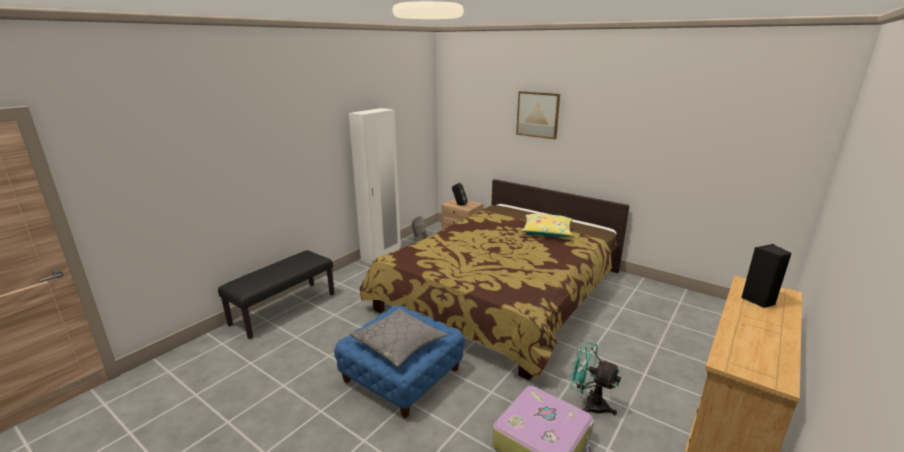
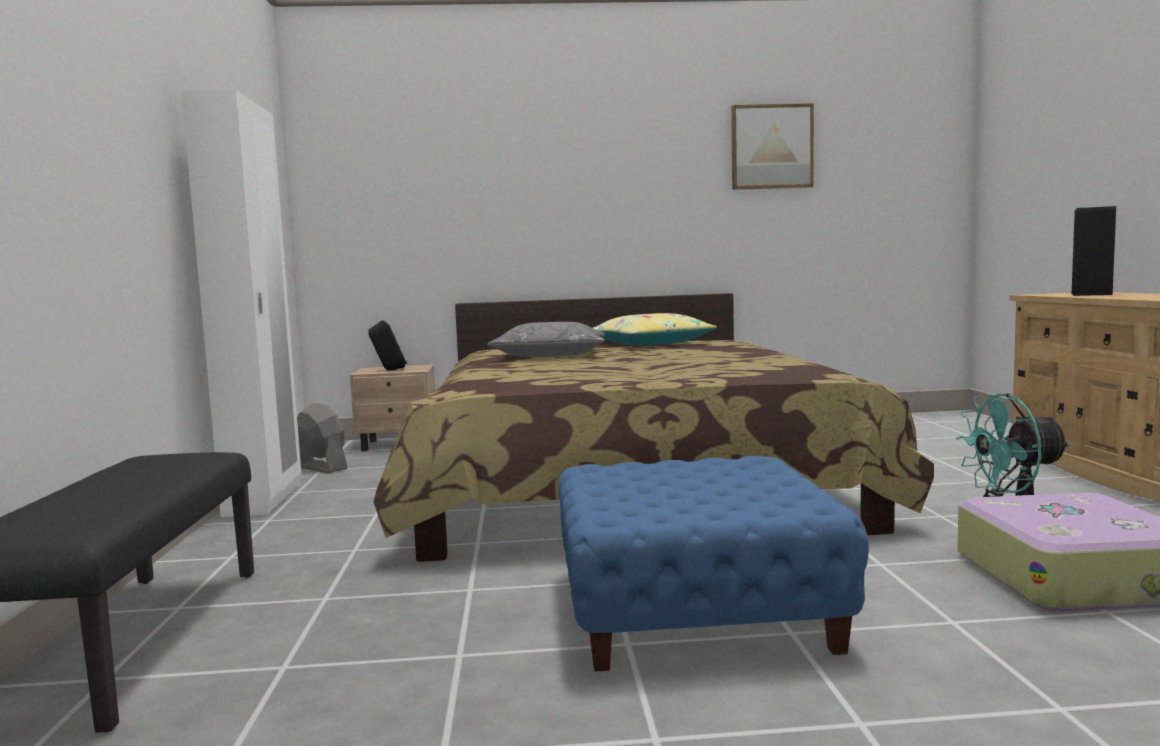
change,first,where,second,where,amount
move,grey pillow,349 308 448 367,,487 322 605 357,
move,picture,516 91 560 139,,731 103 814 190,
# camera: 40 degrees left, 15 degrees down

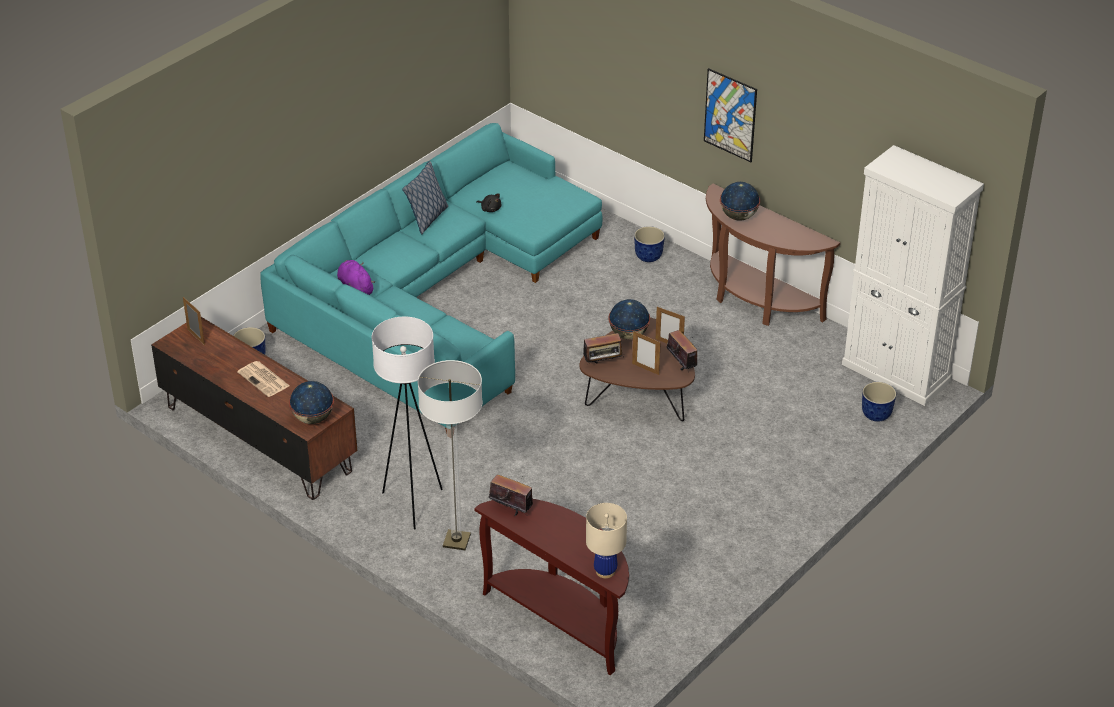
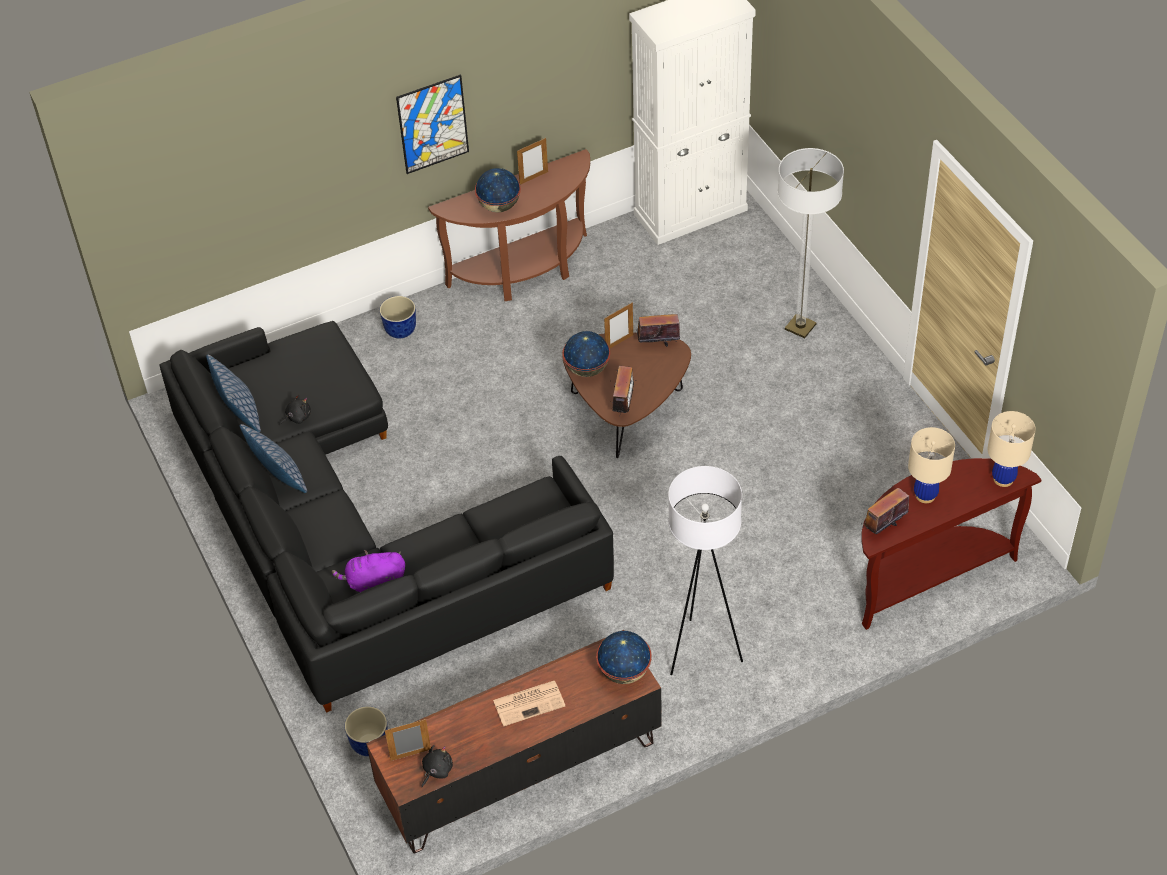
change,first,where,second,where,amount
recolor,turquoise sofa,260 123 602 434,black sofa,159 321 614 713,
insert,,,pillow,206 355 261 432,
insert,,,black plush toy,421 745 453 787,
move,picture frame,632 331 661 375,,517 138 548 185,
move,floor lamp,418 360 483 550,,777 148 844 338,
insert,,,beige table lamp,908 427 955 503,
delete,planter,862 382 896 422,,,
# camera: 65 degrees left, 10 degrees up

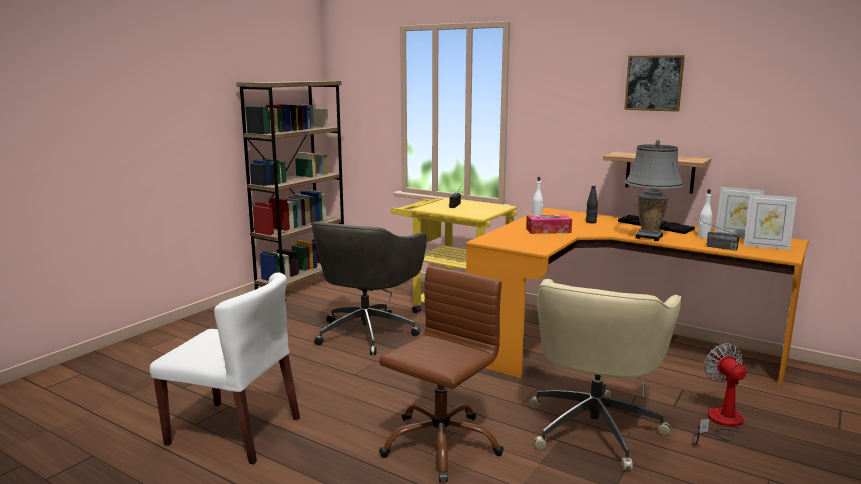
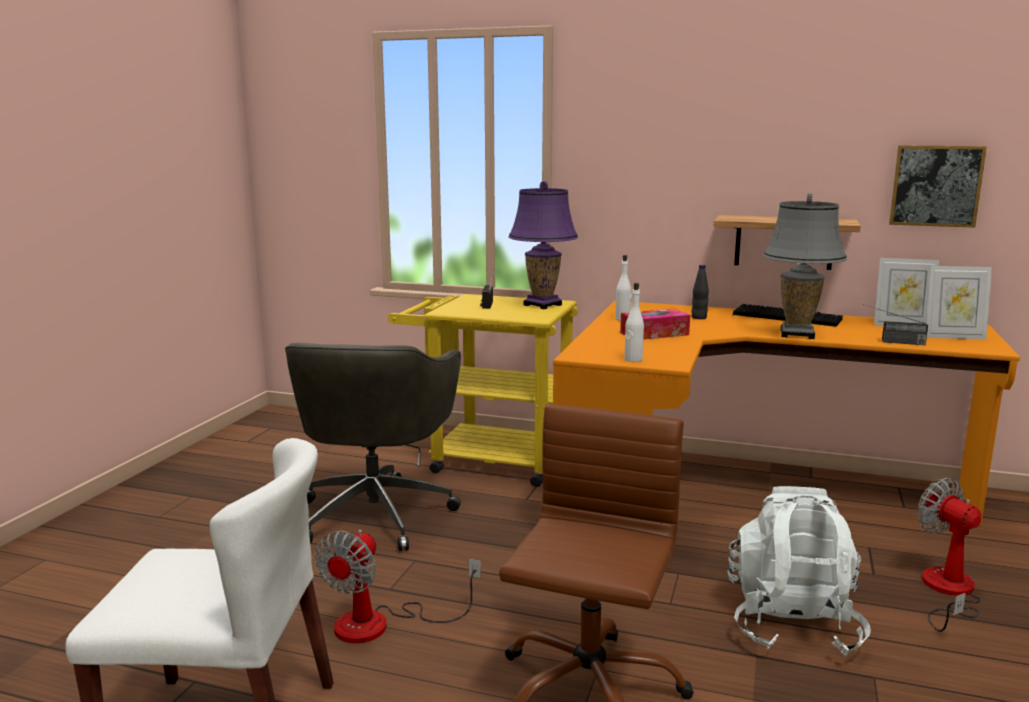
change,first,where,second,where,amount
insert,,,fan,315 530 481 643,
insert,,,purple table lamp,509 181 578 309,
move,white bottle,698 189 712 239,,624 283 644 362,
replace,beige office chair,529 279 682 471,white backpack,728 486 871 657,
move,picture,624 55 685 112,,889 146 987 228,
delete,brown bookcase,236 81 344 301,,,
# camera: 15 degrees left, 0 degrees up

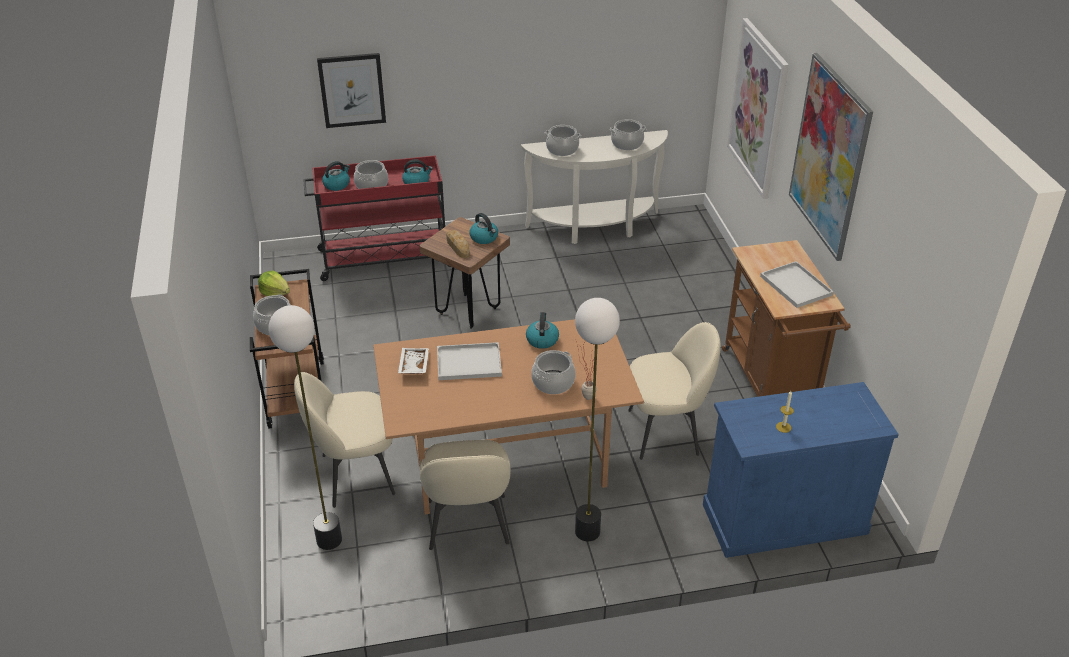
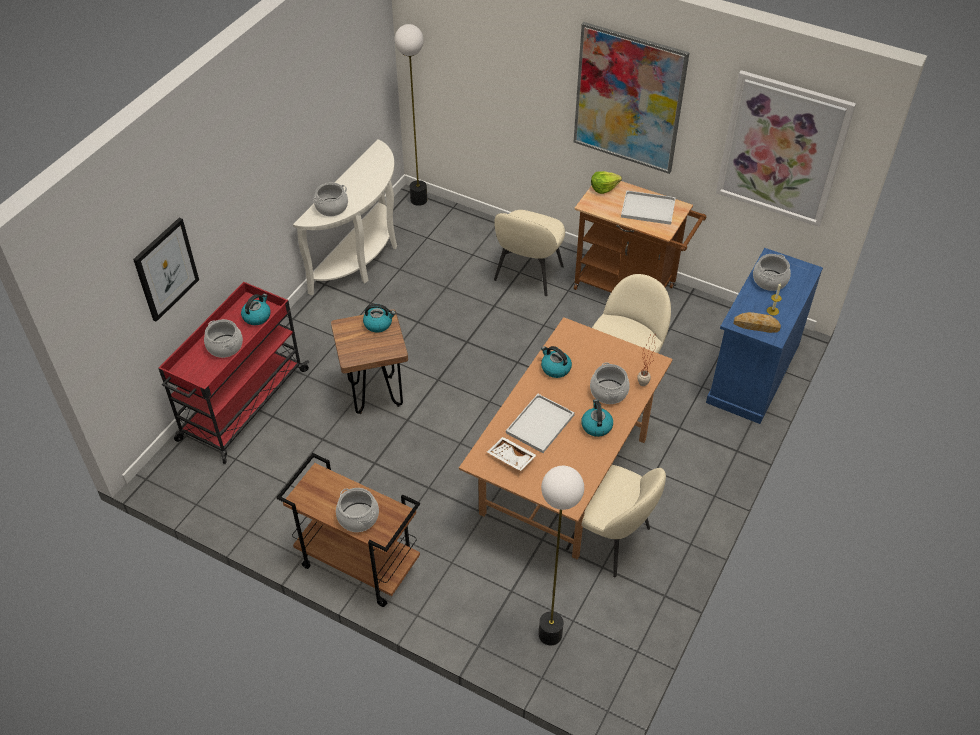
change,first,where,second,where,amount
move,floor lamp,575 298 620 541,,395 24 427 206,
move,beige chair,294 372 395 508,,494 210 565 296,
move,kettle,322 161 350 191,,581 399 613 437,
move,lettuce,258 271 290 296,,591 171 622 194,
move,picture,727 18 789 199,,716 70 856 227,
move,bread,446 230 470 258,,734 312 781 333,
move,cooking pot,610 119 646 150,,753 254 791 291,
# camera: 50 degrees left, 10 degrees up

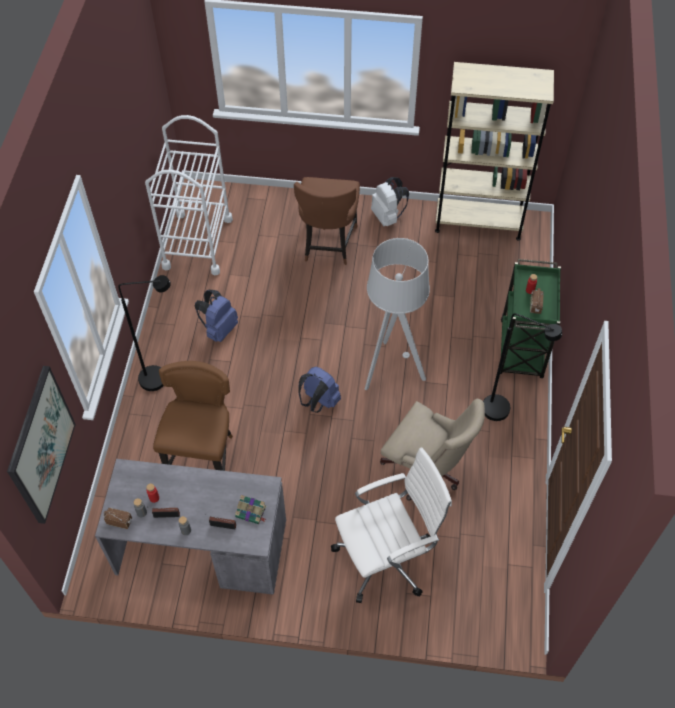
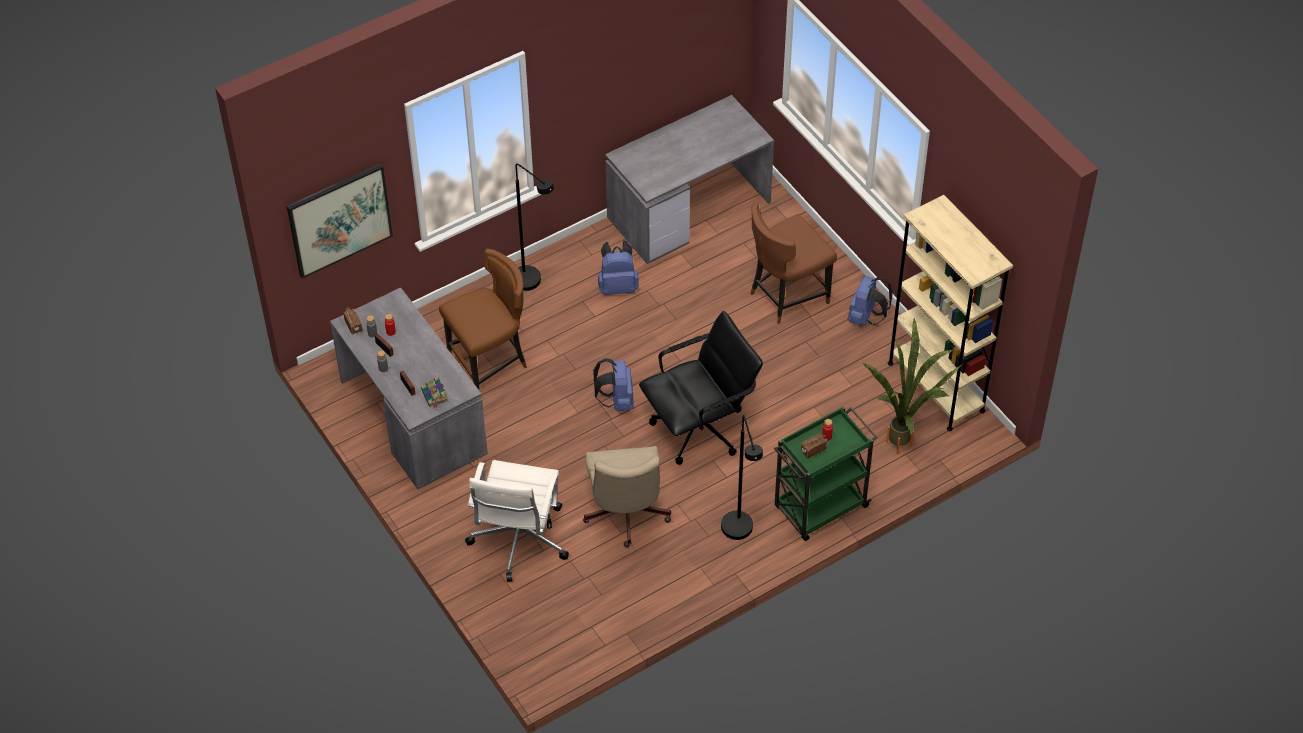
change,first,where,second,where,amount
rotate,white office chair,331 447 452 603,,465 460 569 582,75 degrees clockwise
replace,white cart,145 115 233 275,grey desk,605 95 774 264,
replace,grey floor lamp,365 238 430 390,black office chair,639 311 763 465,
recolor,white backpack,371 177 409 226,blue backpack,848 276 893 325,
insert,,,potted plant,862 317 964 454,
# camera: 50 degrees right, 5 degrees down

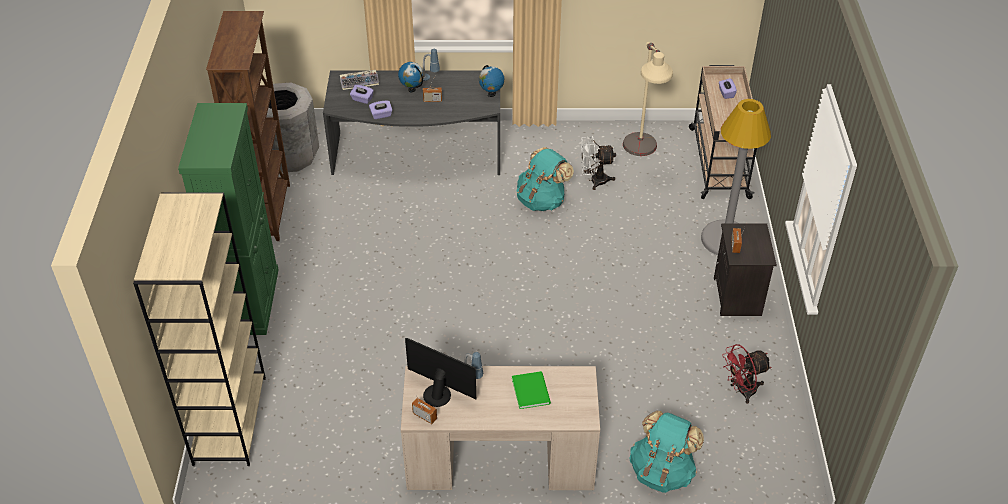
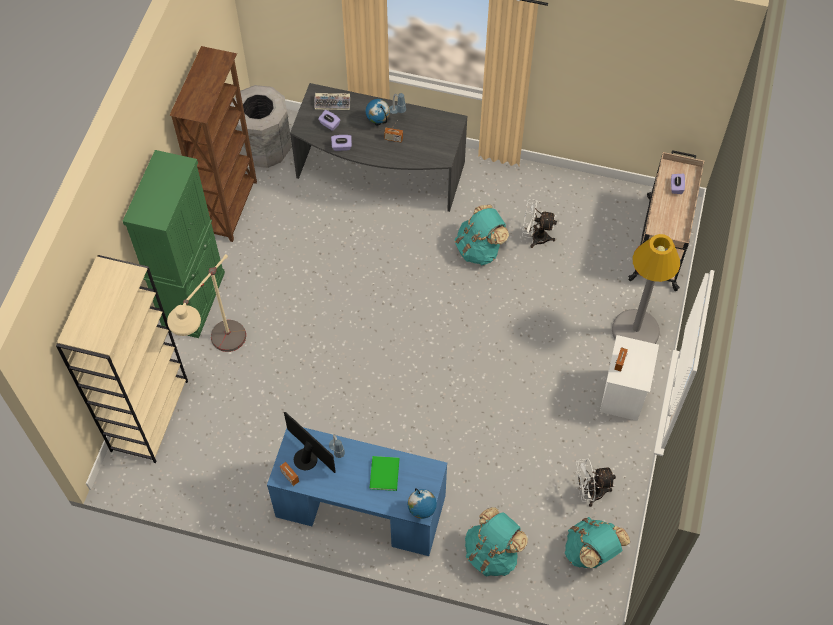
change,first,where,second,where,amount
move,beige floor lamp,623 42 673 156,,167 254 246 352,
recolor,beige desk,401 366 600 490,blue desk,267 427 447 556,
move,globe,479 65 504 97,,408 488 437 519,
insert,,,turquoise backpack,564 517 630 568,
recolor,red fan,722 344 771 404,white fan,576 458 616 507,
recolor,black nightstand,714 223 777 316,white nightstand,600 335 659 421,
# camera: 15 degrees right, 15 degrees up

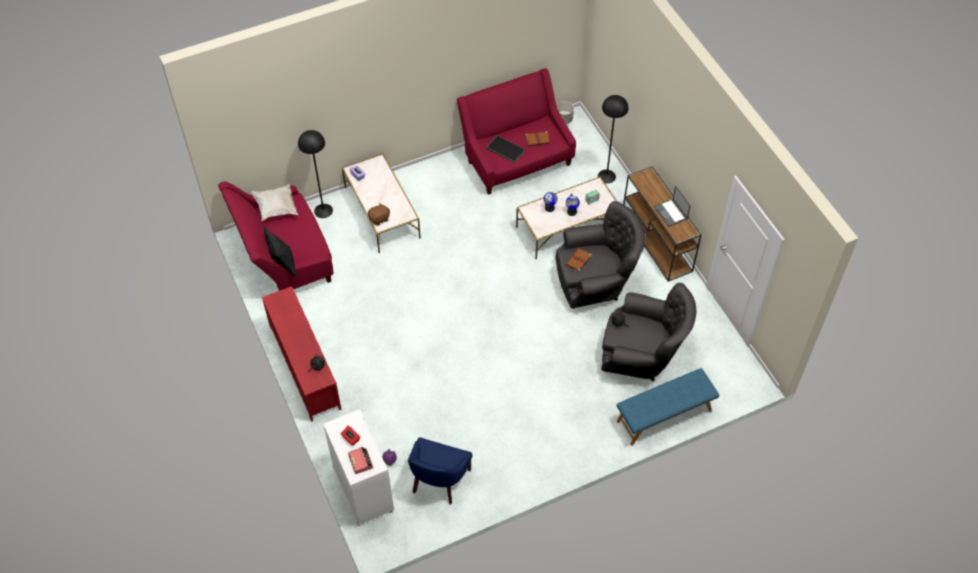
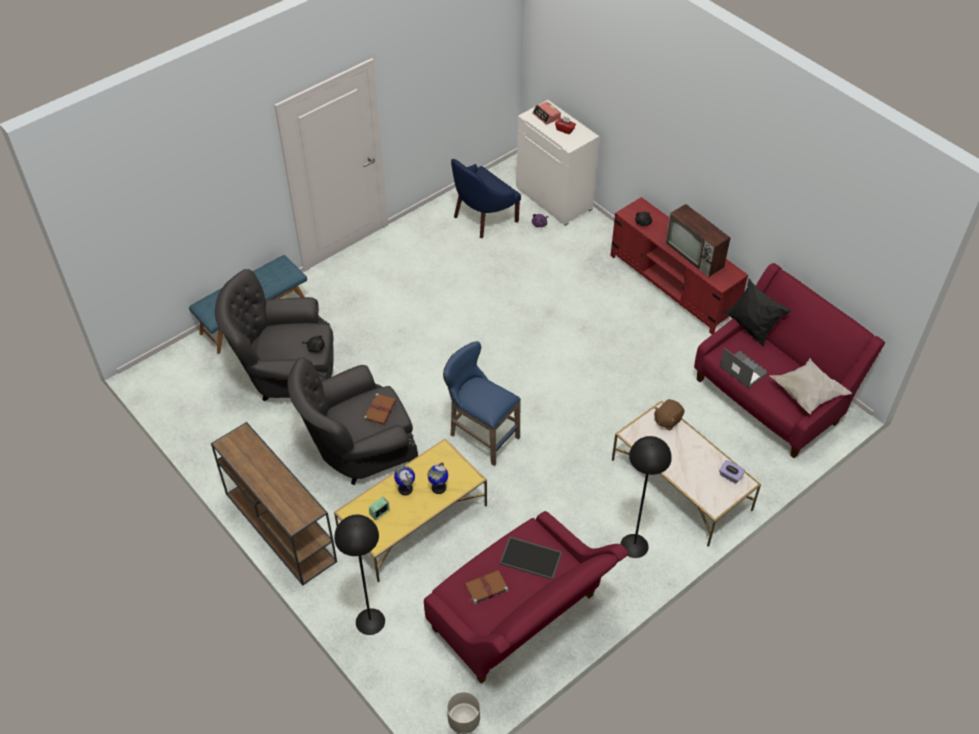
change,first,where,second,where,amount
recolor,white coffee table,516 177 617 259,yellow coffee table,334 439 487 583,
insert,,,blue stool,443 341 521 466,
rotate,blue armchair,408 437 472 504,,451 159 521 238,135 degrees counterclockwise
move,black floor lamp,298 130 333 218,,620 436 672 558,
insert,,,television,665 204 730 277,
move,laptop,654 186 691 227,,720 348 768 389,
# camera: 165 degrees right, 5 degrees down

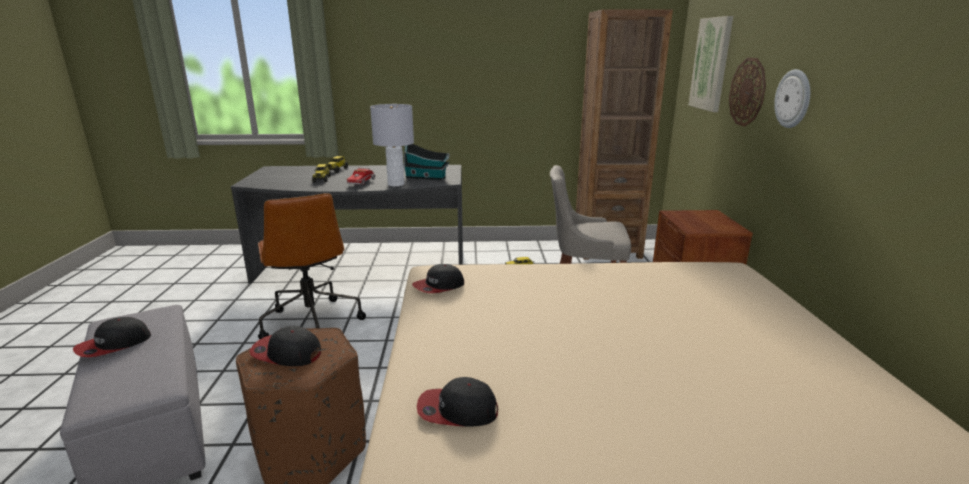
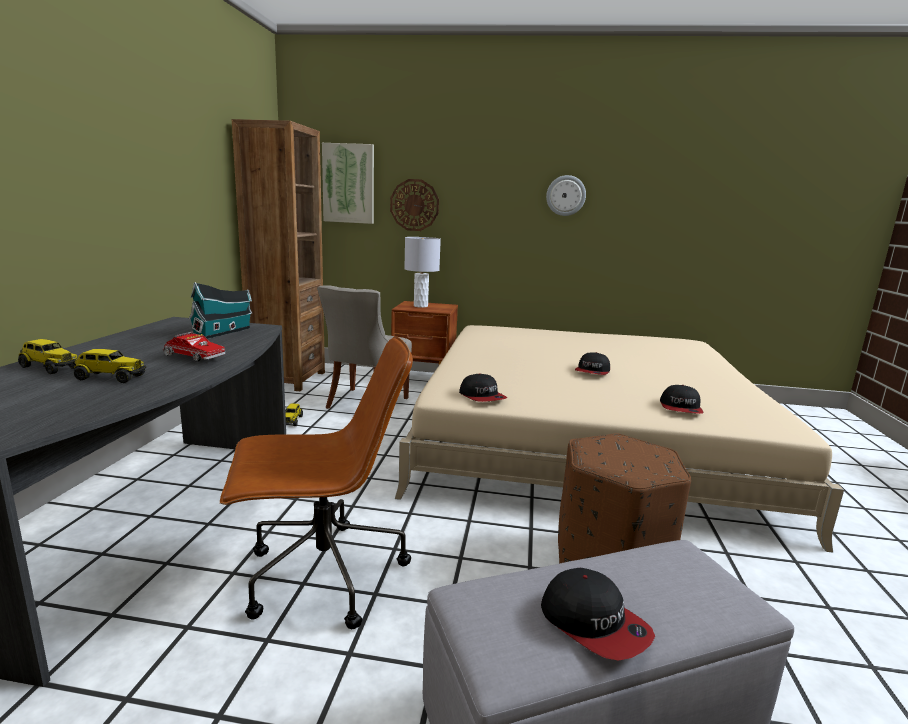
change,first,where,second,where,amount
move,grey table lamp,370 104 414 186,,404 237 441 308,
move,wall clock,774 69 810 128,,546 175 586 216,
move,cap,249 326 321 366,,575 352 610 375,
# camera: 80 degrees left, 5 degrees down

